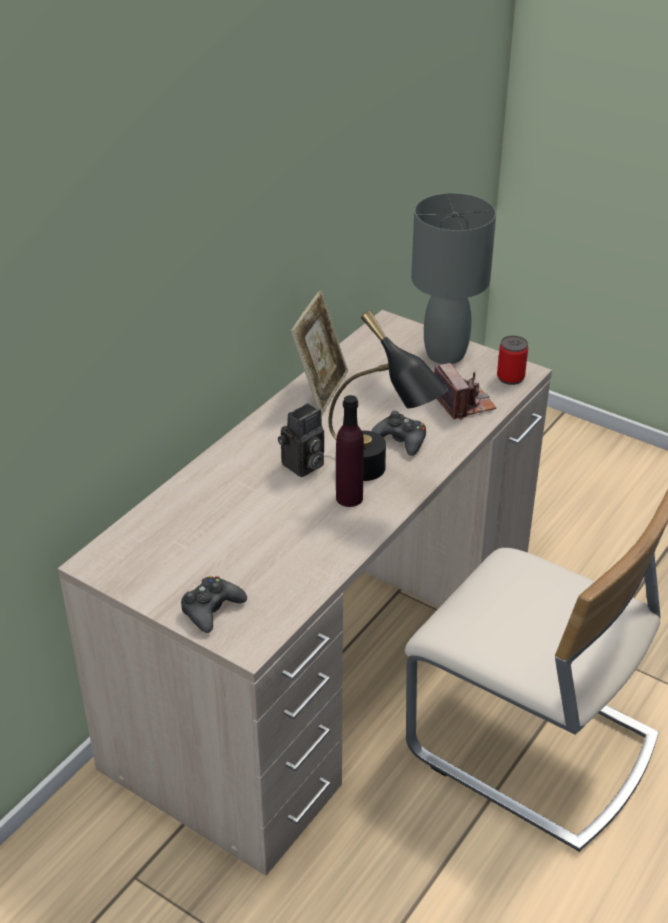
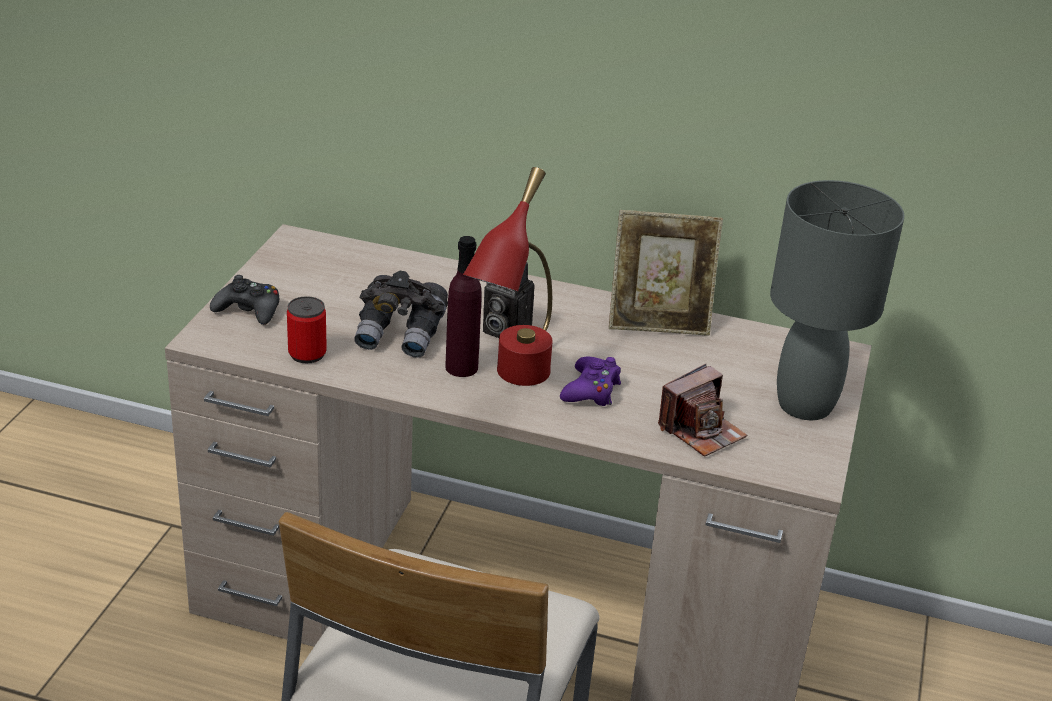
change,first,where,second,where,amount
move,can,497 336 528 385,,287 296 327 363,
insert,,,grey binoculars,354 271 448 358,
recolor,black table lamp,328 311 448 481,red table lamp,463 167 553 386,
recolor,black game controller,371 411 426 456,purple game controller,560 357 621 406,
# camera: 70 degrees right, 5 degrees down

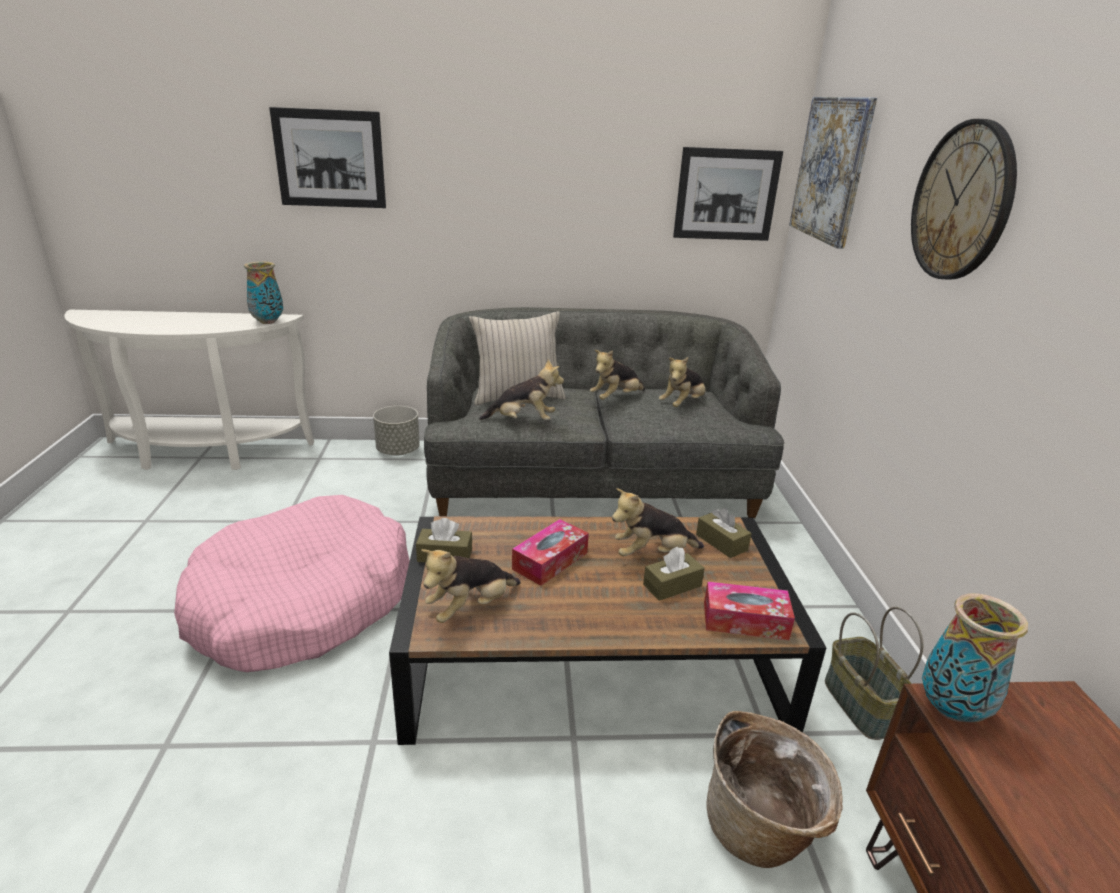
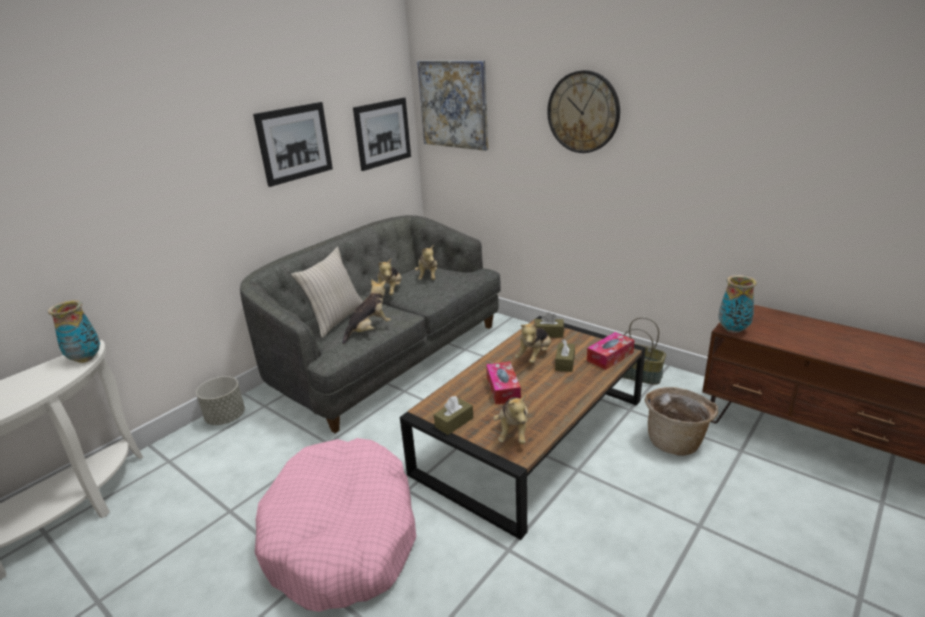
change,first,where,second,where,amount
move,picture,269 107 386 208,,253 102 333 187,
# camera: 45 degrees left, 0 degrees up

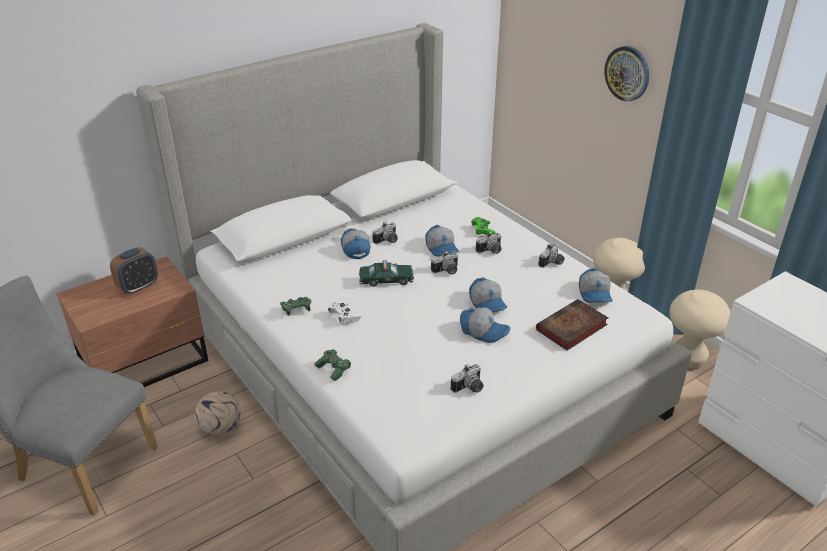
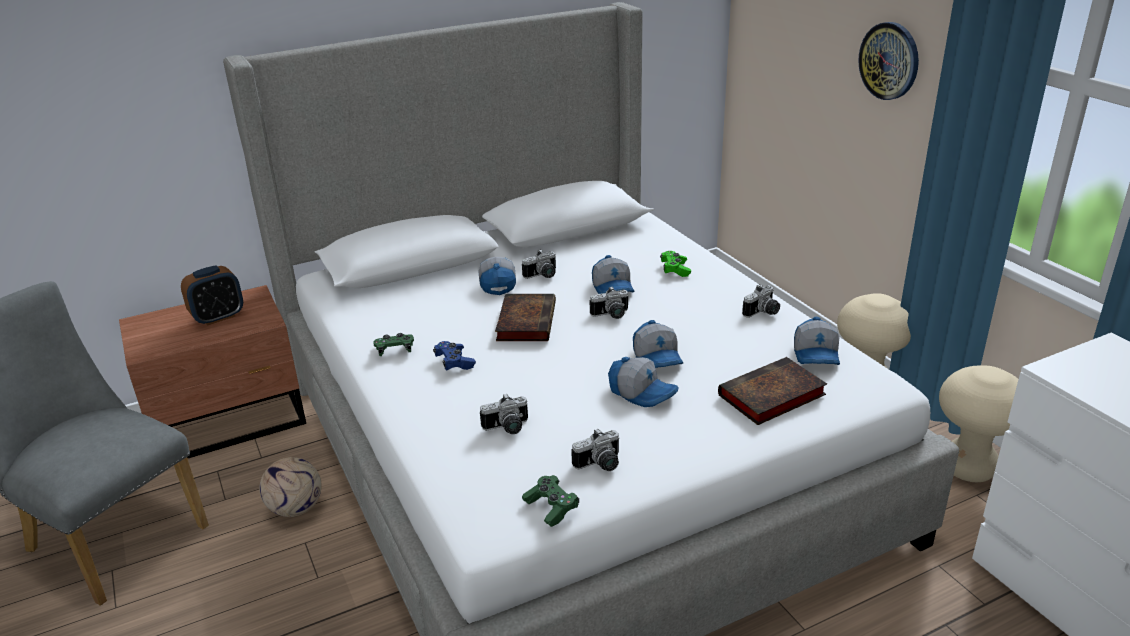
change,first,where,second,where,amount
recolor,white game controller,328 302 361 324,blue game controller,433 341 476 371,
move,photo camera,476 232 501 254,,480 394 528 434,
replace,toy car,359 260 414 287,book,495 294 556 341,
move,green game controller,314 349 351 381,,522 475 579 527,
# camera: 10 degrees right, 5 degrees down

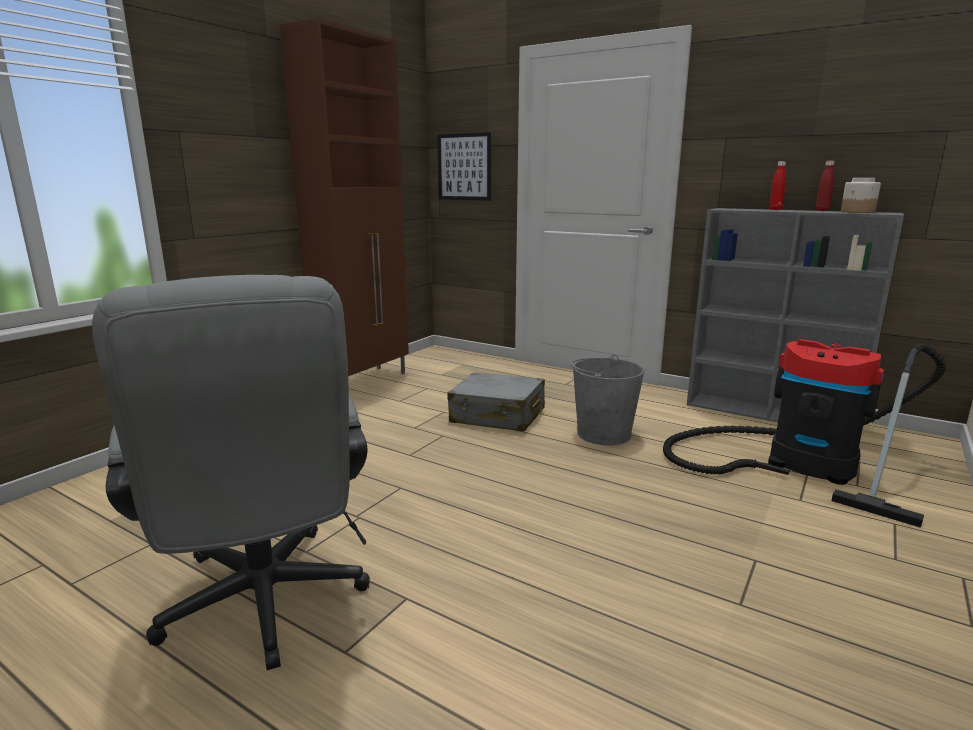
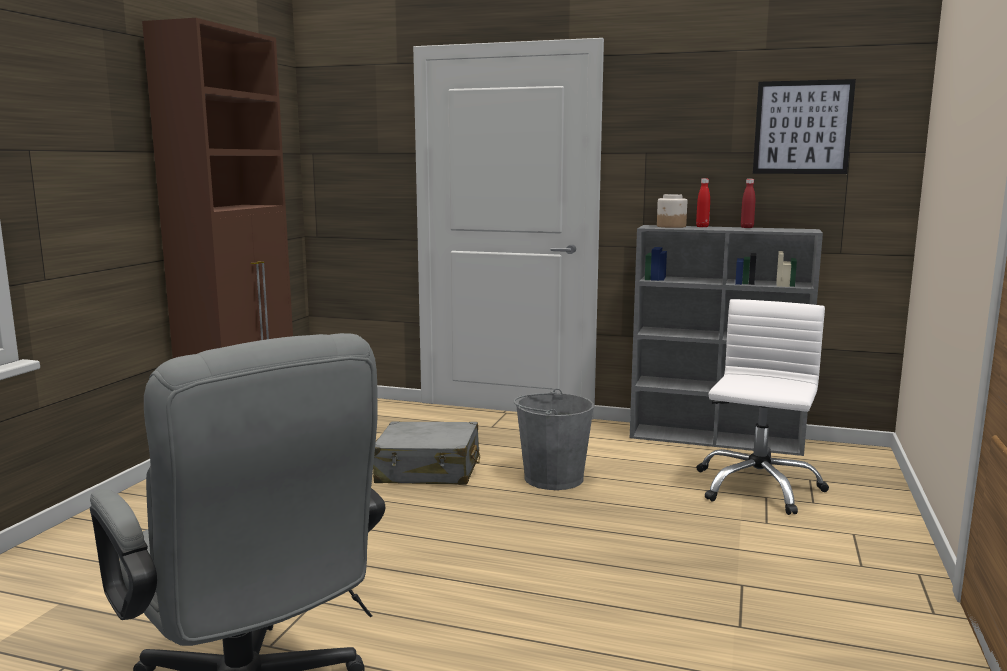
change,first,where,second,where,amount
move,jar,841 178 881 213,,657 194 687 228,
replace,vacuum cleaner,663 339 946 528,white office chair,697 299 829 515,
move,picture,437 132 491 201,,753 79 856 174,
# camera: 15 degrees left, 5 degrees down

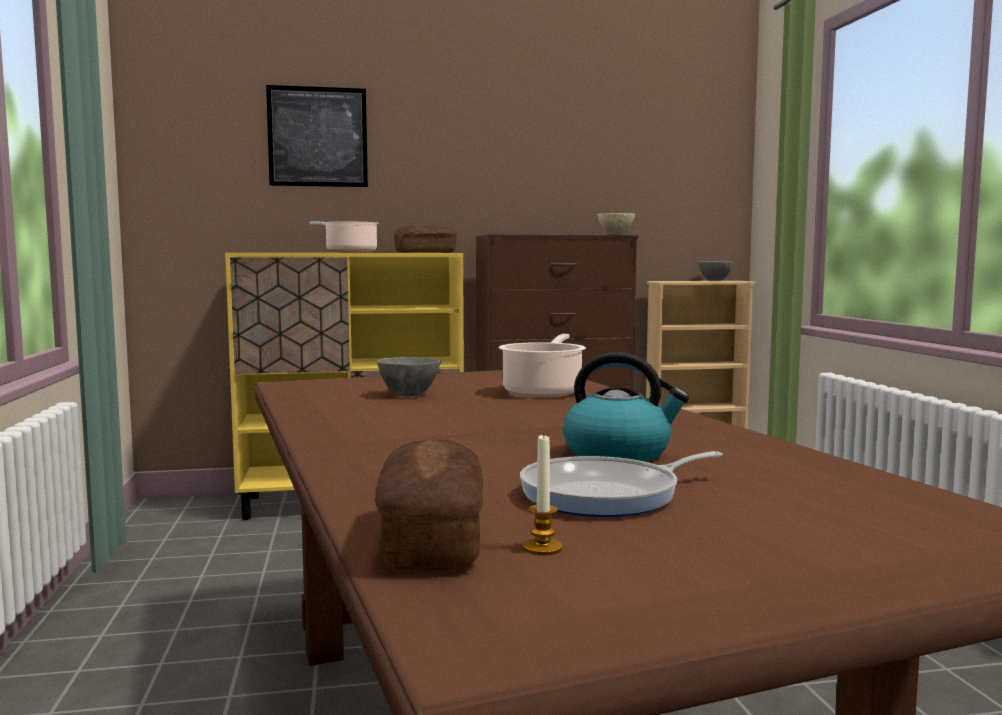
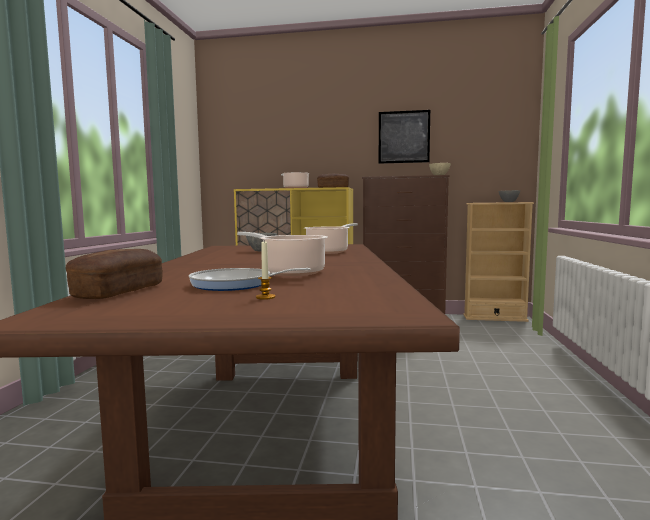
change,first,where,second,where,amount
replace,kettle,563 352 689 462,cooking pot,237 232 328 276,
move,candle,523 433 563 555,,256 241 275 300,
move,picture,266 85 368 187,,379 110 430 164,
# camera: 20 degrees right, 0 degrees up

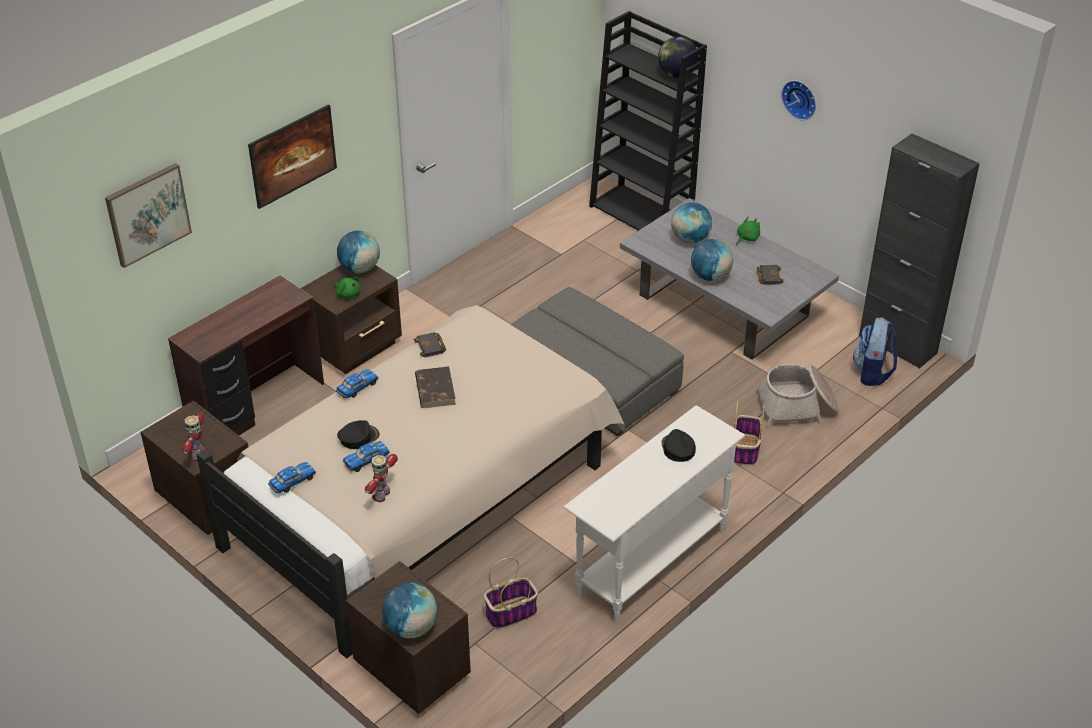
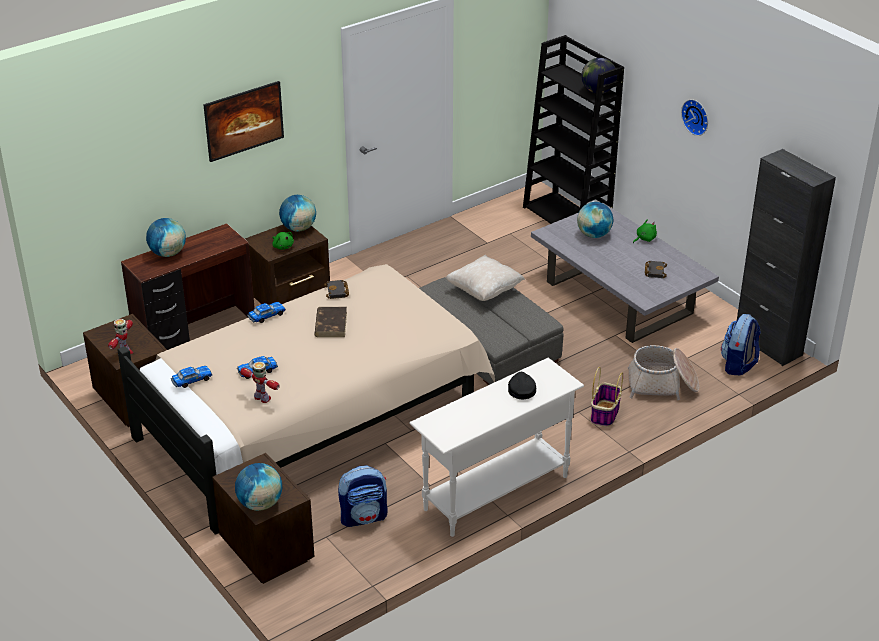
change,first,where,second,where,amount
move,globe,691 239 733 281,,146 218 186 257,
rotate,toy robot,365 454 398 502,,240 362 280 403,90 degrees clockwise
replace,basket,484 558 538 629,backpack,338 465 388 527,
insert,,,beige pillow,446 255 525 301,
delete,picture,105 163 192 268,,,
delete,black cap,337 420 380 449,,,
# camera: 10 degrees right, 5 degrees down

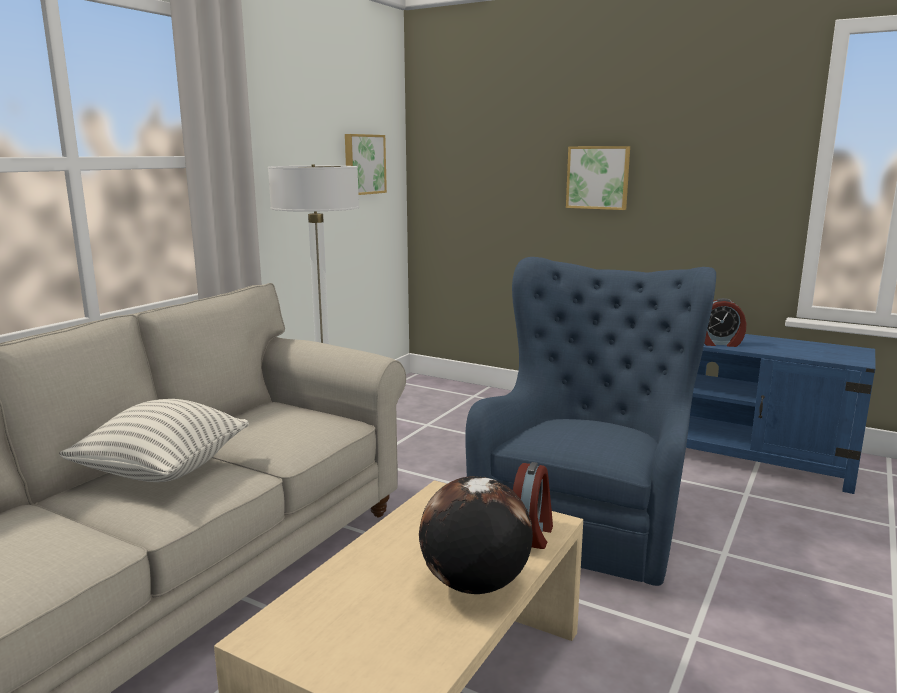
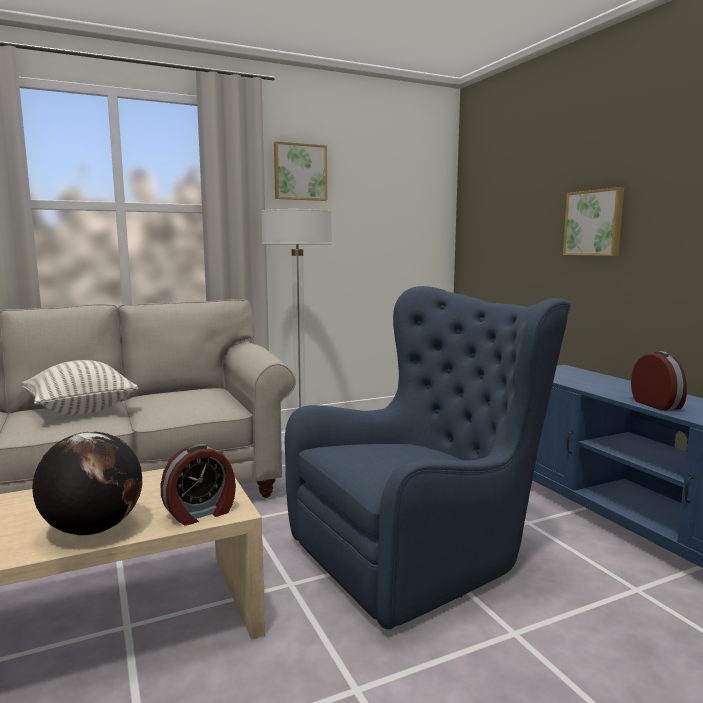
change,first,where,second,where,amount
move,picture,345 134 387 195,,274 141 327 201,
rotate,alarm clock,704 298 746 347,,631 351 687 411,150 degrees counterclockwise
# camera: 35 degrees right, 5 degrees down

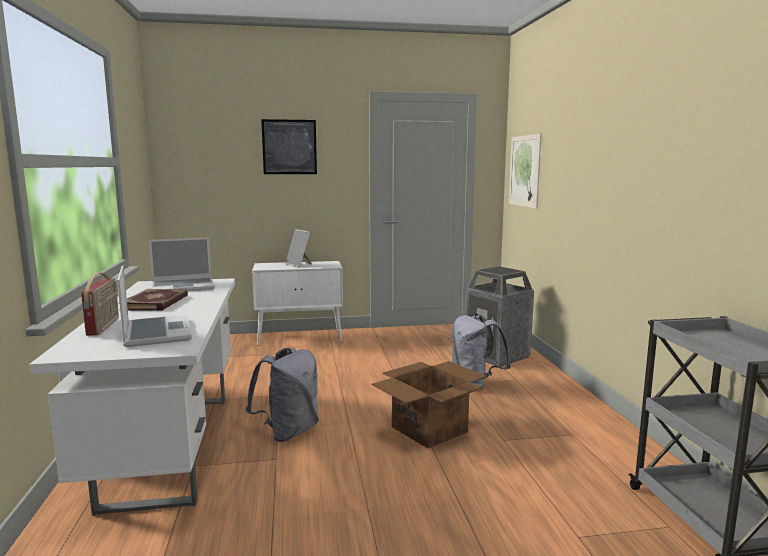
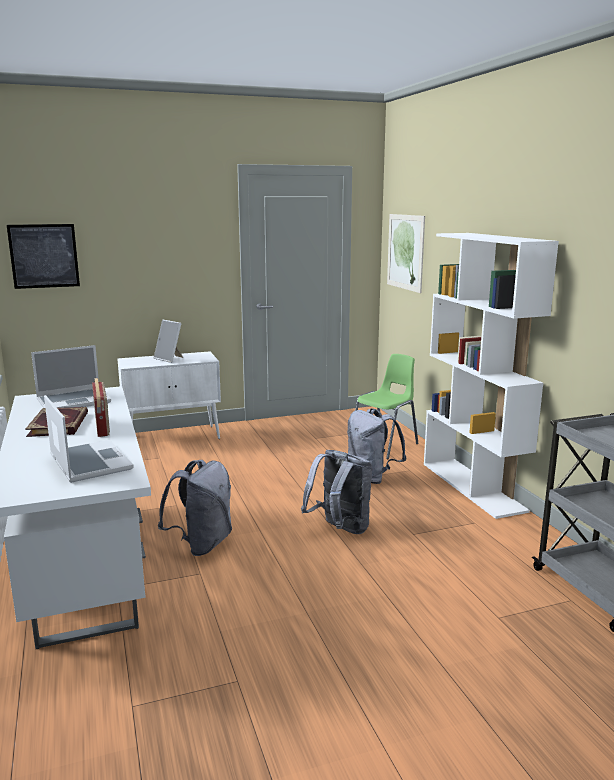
change,first,where,second,where,amount
move,picture,261 119 317 174,,7 224 80 289,
move,radio,81 273 119 336,,92 378 110 437,
replace,cardboard box,372 361 487 448,grey backpack,301 450 372 534,
replace,trash can,465 266 534 367,green chair,355 354 418 459,
insert,,,white bookcase,424 233 559 519,
# camera: 10 degrees left, 5 degrees up

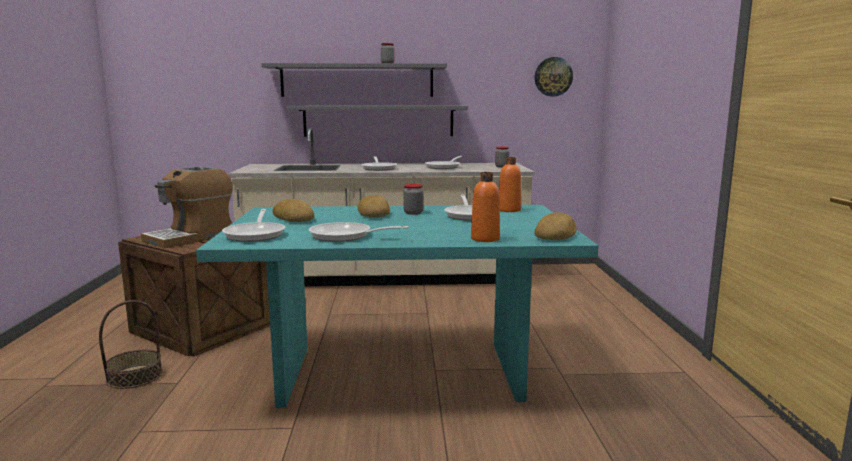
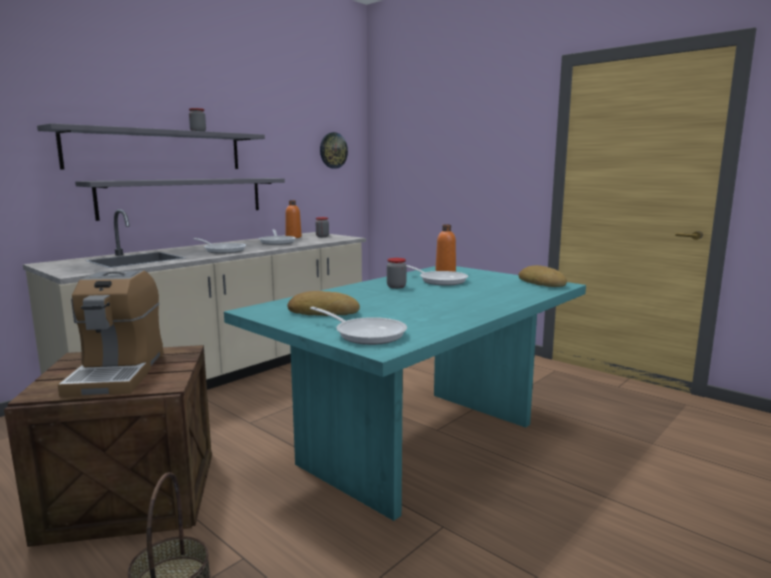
change,first,where,second,where,amount
move,orange bottle,471 172 500 242,,285 200 302 238,
delete,frying pan,309 222 409 242,,,
delete,bread,358 195 390 217,,,
# camera: 45 degrees left, 0 degrees up

